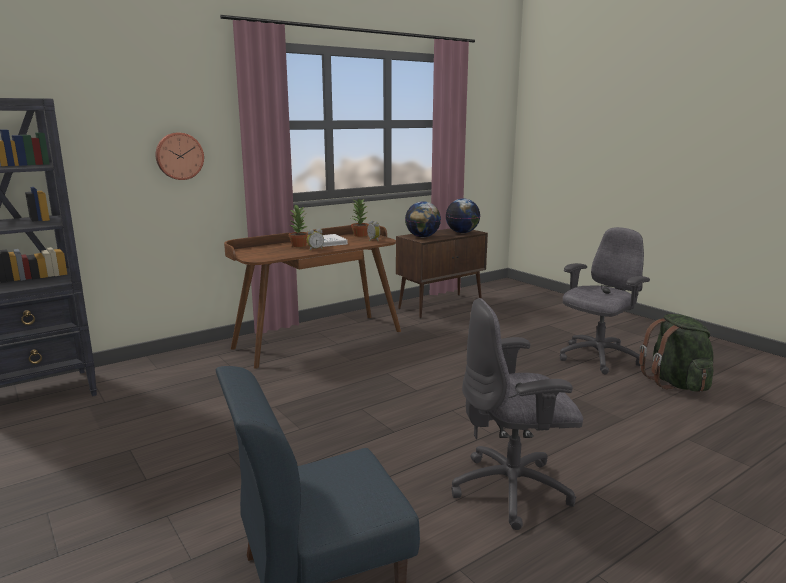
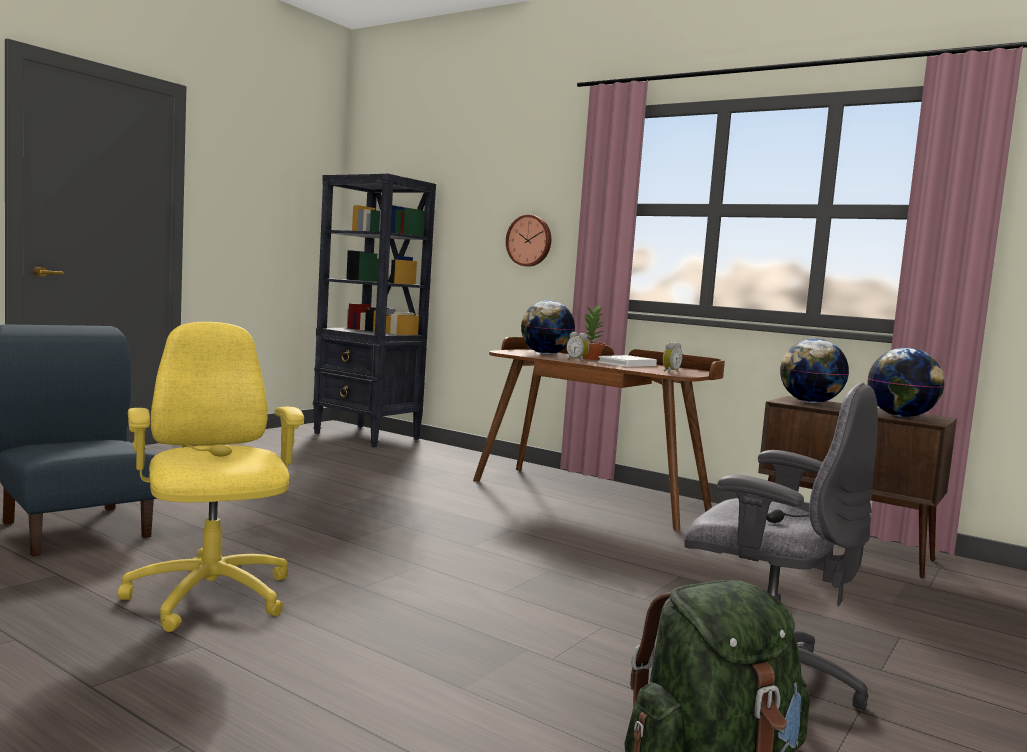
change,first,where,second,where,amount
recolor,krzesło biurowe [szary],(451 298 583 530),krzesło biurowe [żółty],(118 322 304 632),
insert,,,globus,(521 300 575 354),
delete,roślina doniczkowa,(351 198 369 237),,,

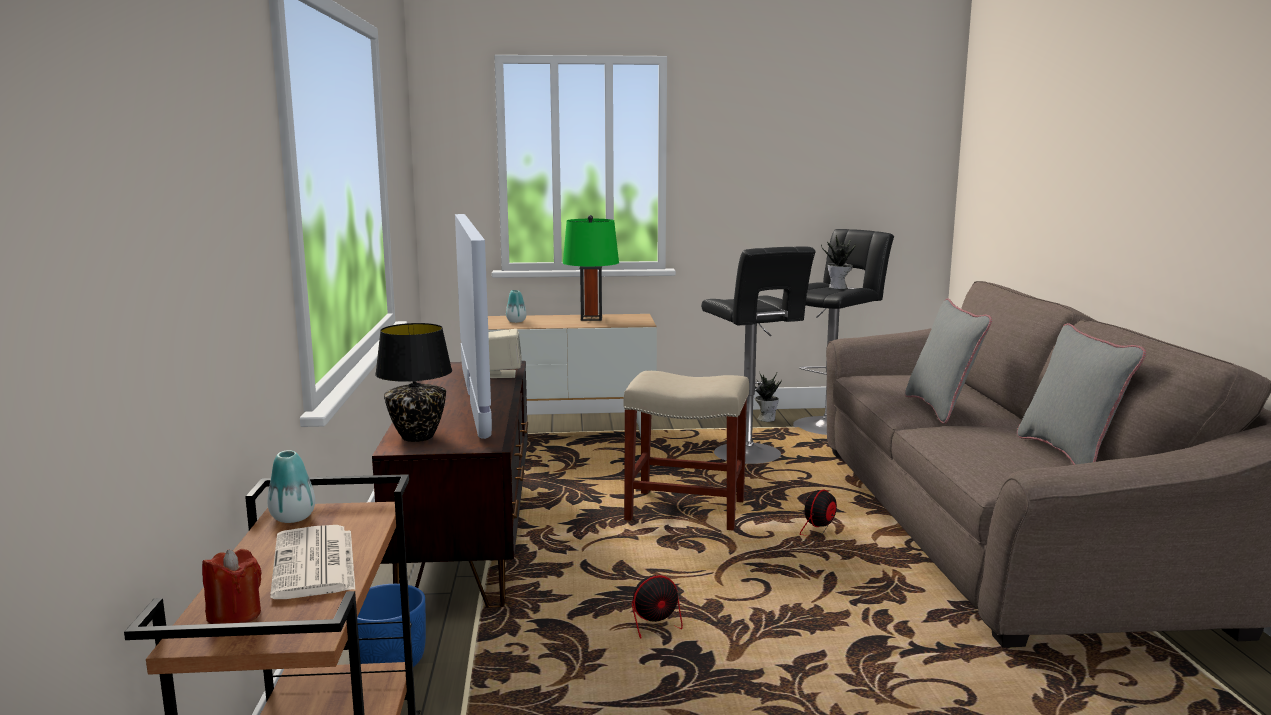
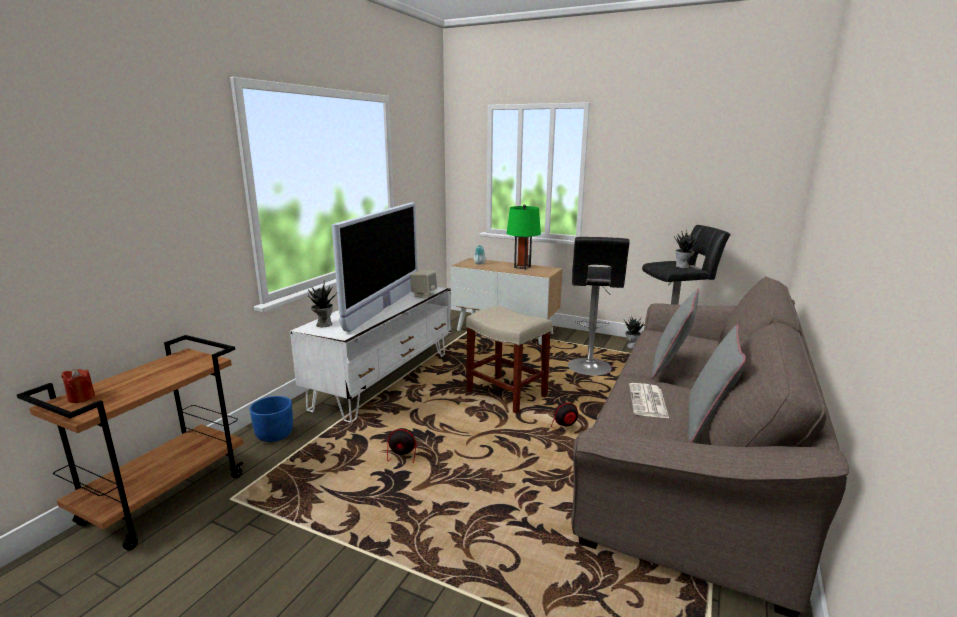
change,first,where,second,where,amount
recolor,szafka pod telewizor [brązowy],(372 361 528 608),szafka pod telewizor [biały],(290 287 451 423),
replace,lampa stołowa [czarny],(375 323 452 442),roślina doniczkowa,(308 281 337 327),
move,gazeta,(270 525 355 599),,(629 383 669 418),
delete,wazon,(267 450 315 523),,,

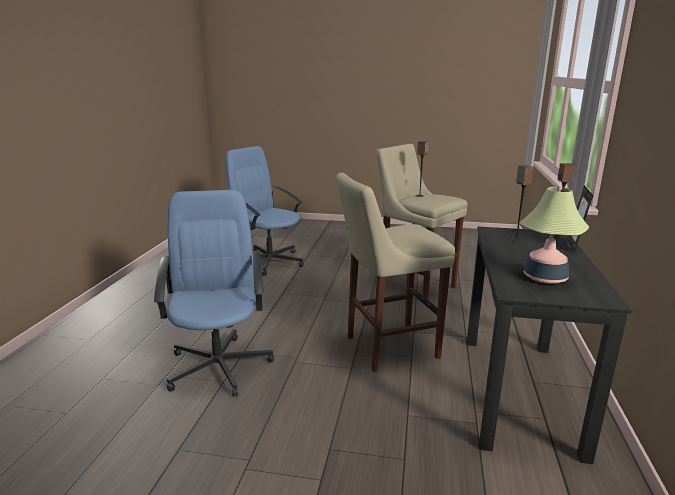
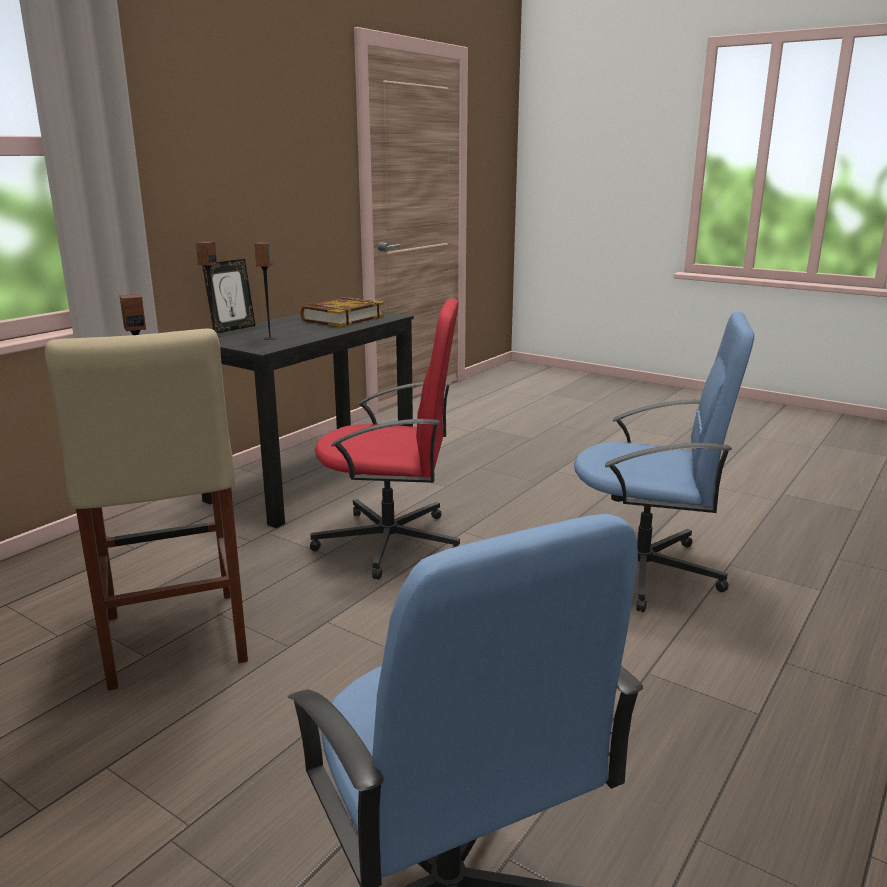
change,first,where,second,where,amount
replace,lampa stołowa,(519 186 589 284),książka,(300 297 385 327),
replace,stołek [beżowy],(336 173 455 372),krzesło biurowe [czerwony],(310 298 460 580),
rotate,krzesło biurowe [niebieski],(154 190 274 396),,(574 312 754 612),90 degrees counterclockwise

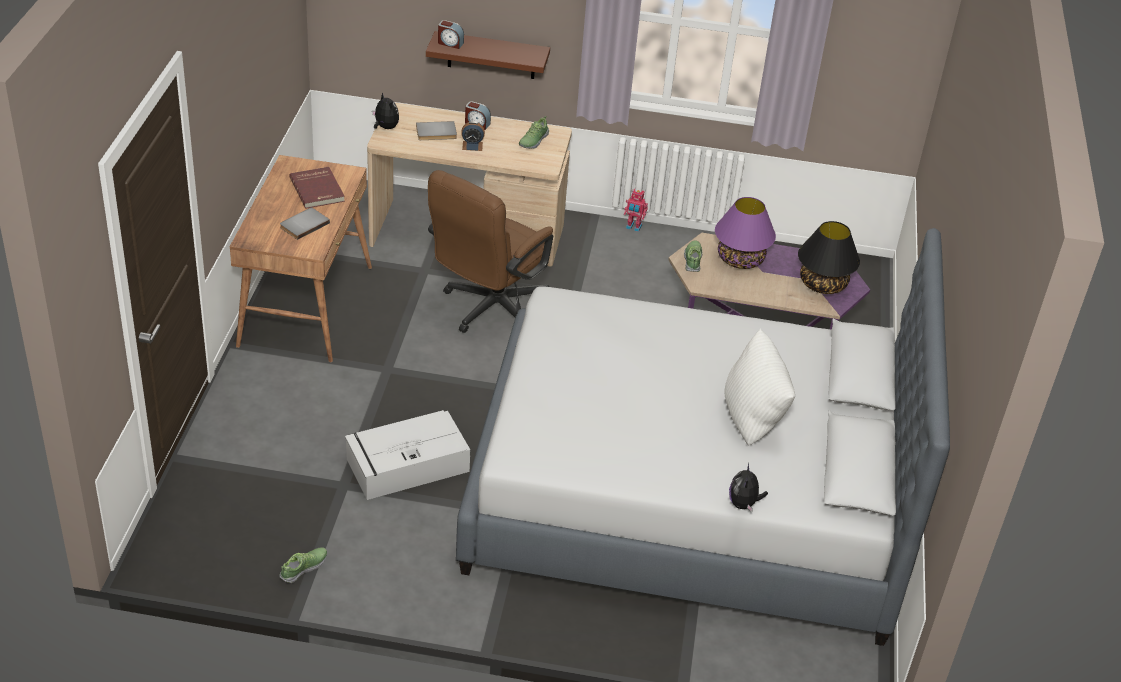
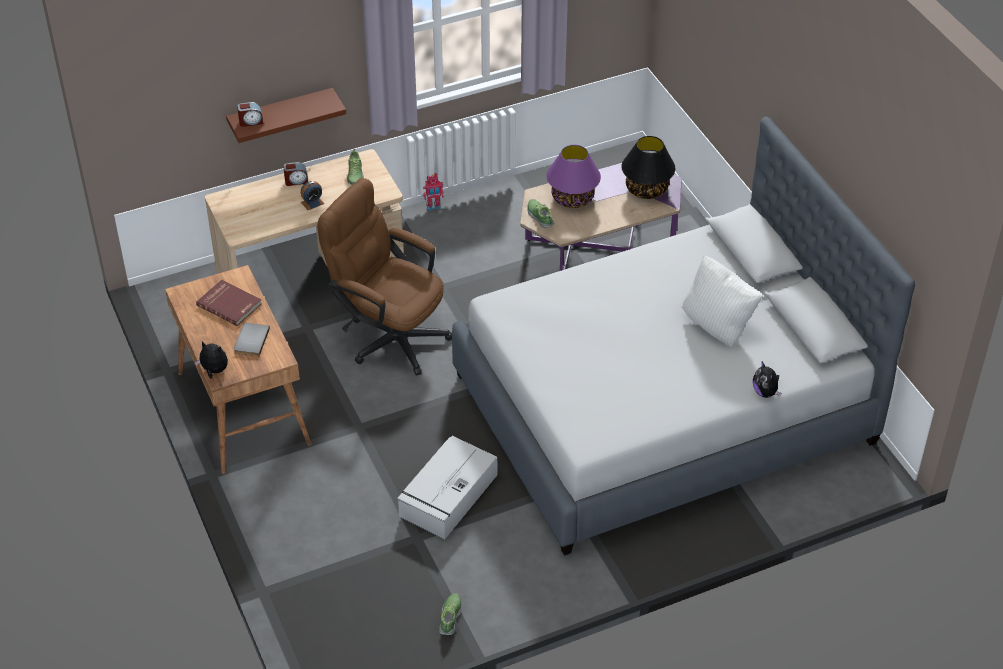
change,first,where,second,where,amount
move,pluszak,(372 92 399 129),,(195 341 228 379),
rotate,krzesło biurowe [brązowy],(428 170 553 333),,(317 178 452 376),120 degrees clockwise
delete,książka [szary],(416 121 457 140),,,

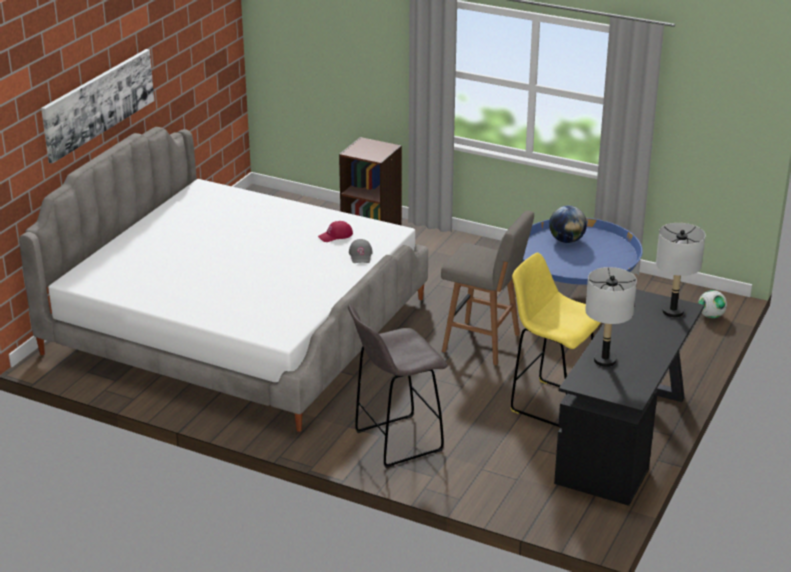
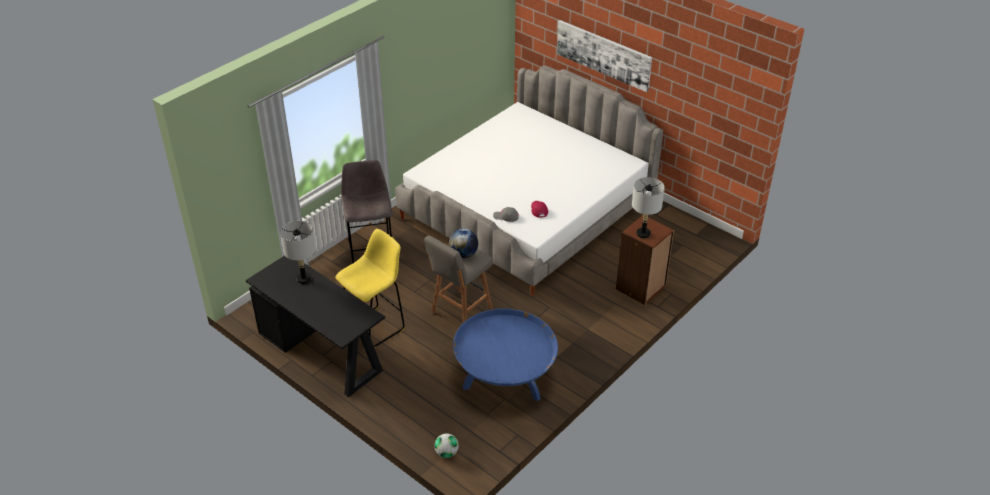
change,first,where,second,where,amount
move,globus,(549 206 587 243),,(449 228 478 258),
move,lampa stołowa [szary],(656 223 706 318),,(632 177 665 238),

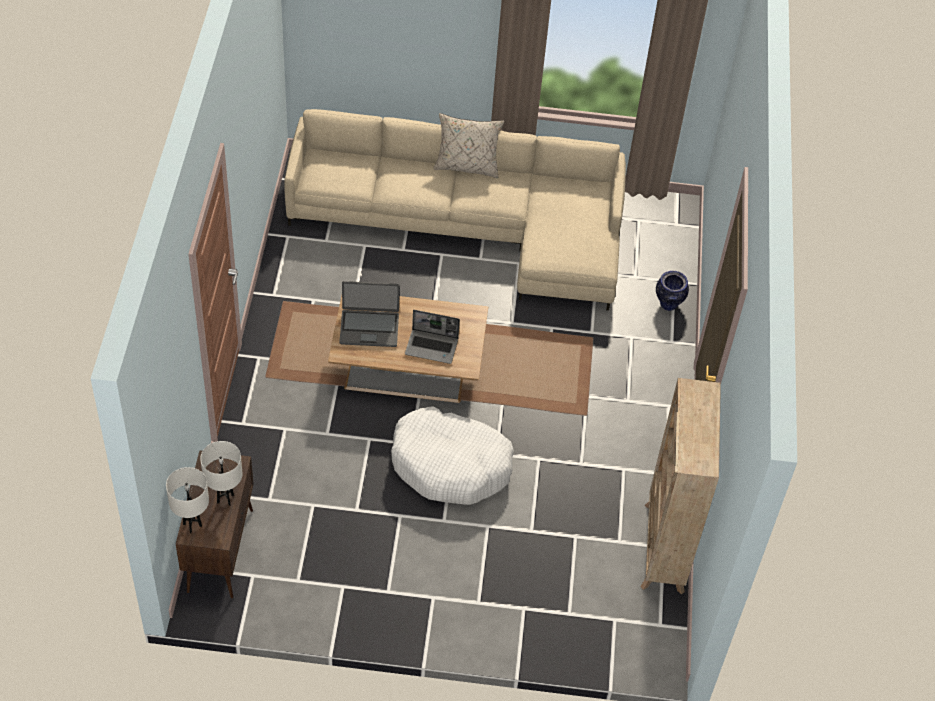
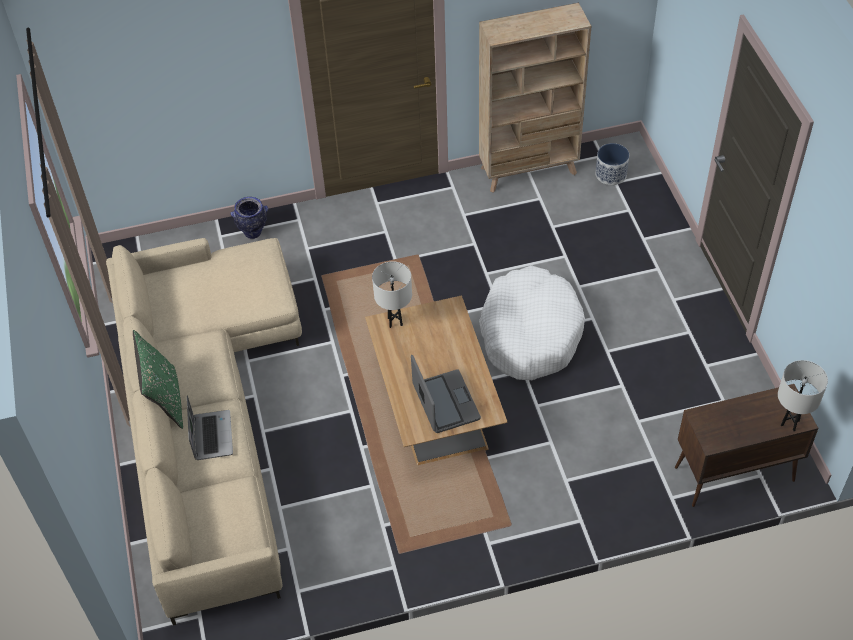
change,first,where,second,where,amount
recolor,poduszka [beżowy],(433 113 504 178),poduszka [zielony],(133 330 183 429),
move,laptop,(405 310 460 364),,(187 395 233 460),
move,lampa stołowa [biały],(200 441 243 506),,(372 261 412 328),
insert,,,donica,(595 143 629 185),

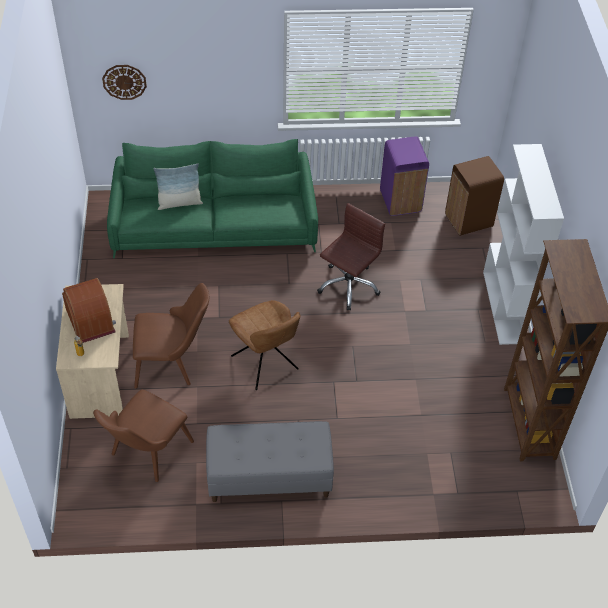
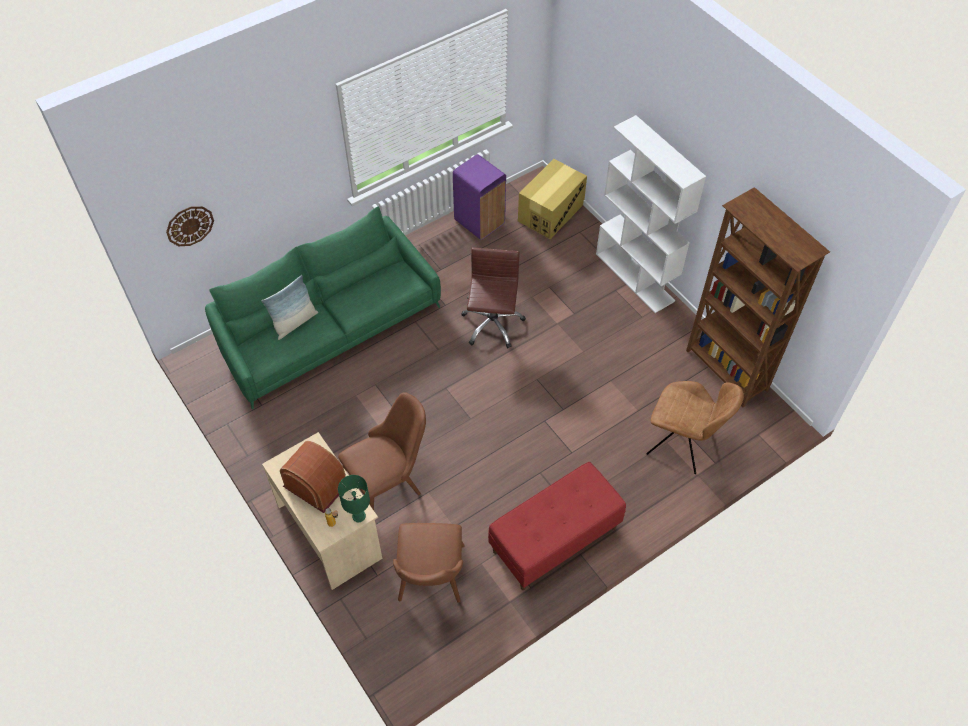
change,first,where,second,where,amount
insert,,,lampa stołowa [zielony],(338 475 370 522),
recolor,ławka [szary],(206 421 334 502),ławka [czerwony],(488 462 626 590),
replace,kosz na śmieci [brązowy],(445 156 504 236),karton,(518 159 587 239),
move,krzesło [brązowy],(229 300 300 390),,(646 381 744 474),

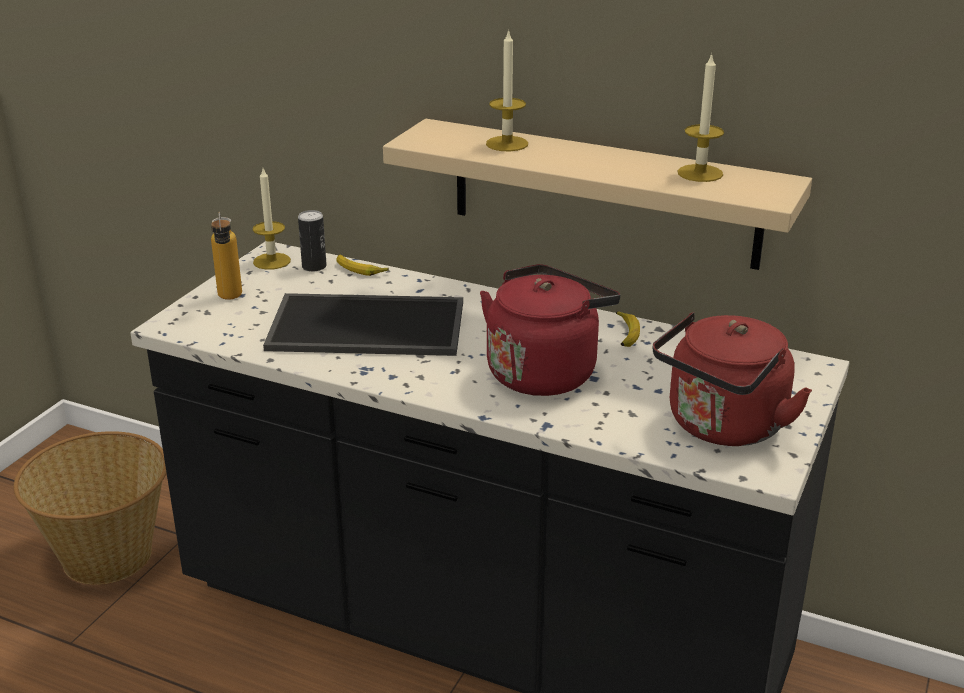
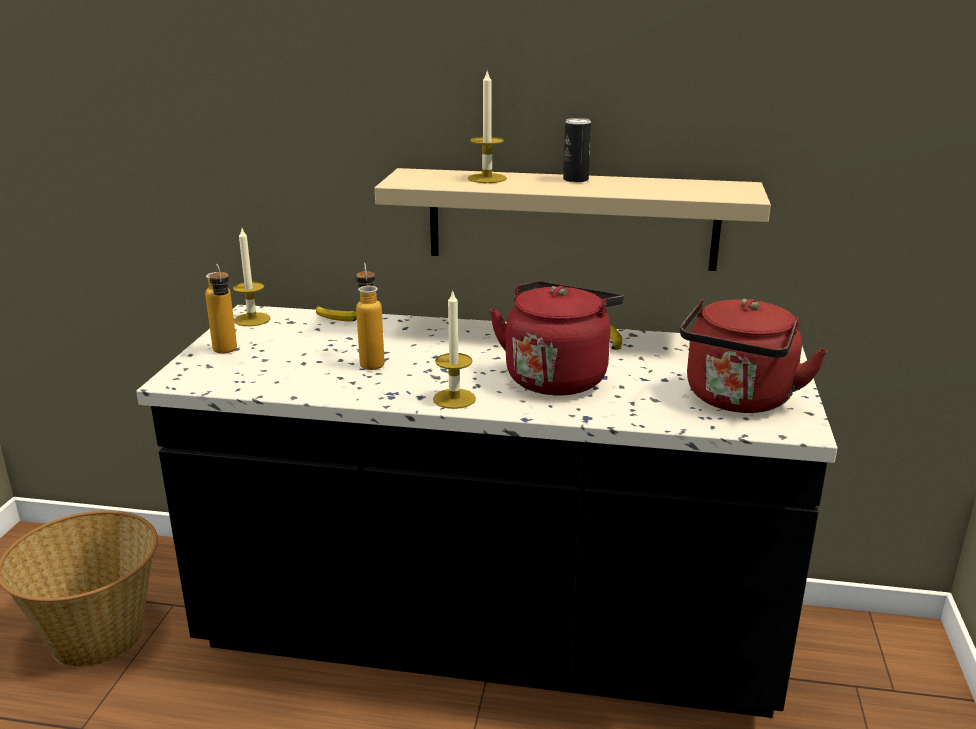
change,first,where,second,where,amount
replace,taca,(263 293 463 356),butelka,(356 263 385 370),
move,świeca,(678 53 724 182),,(433 289 476 409),
move,puszka,(298 210 327 271),,(563 118 591 182),

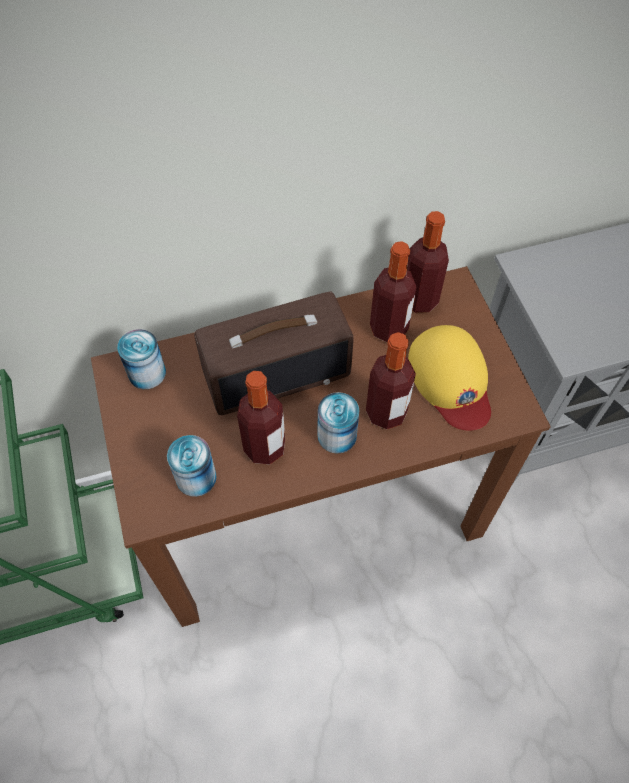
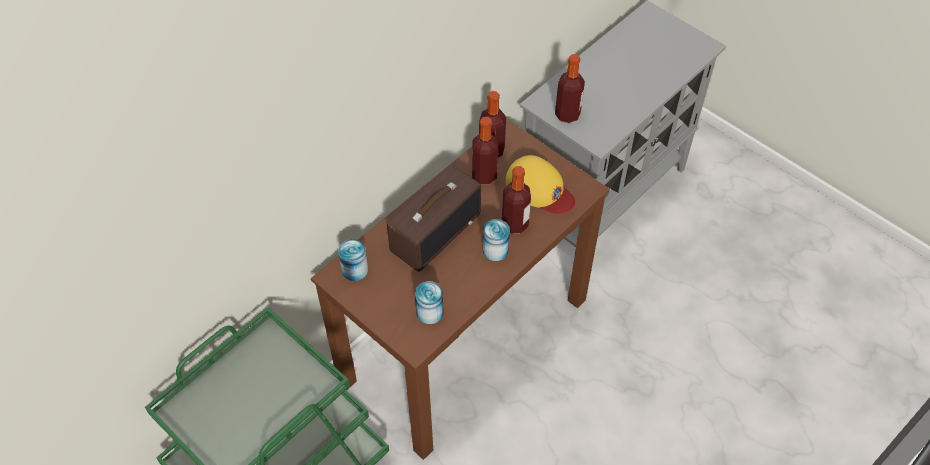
change,first,where,second,where,amount
move,butelka,(237 371 285 464),,(555 54 585 123),

